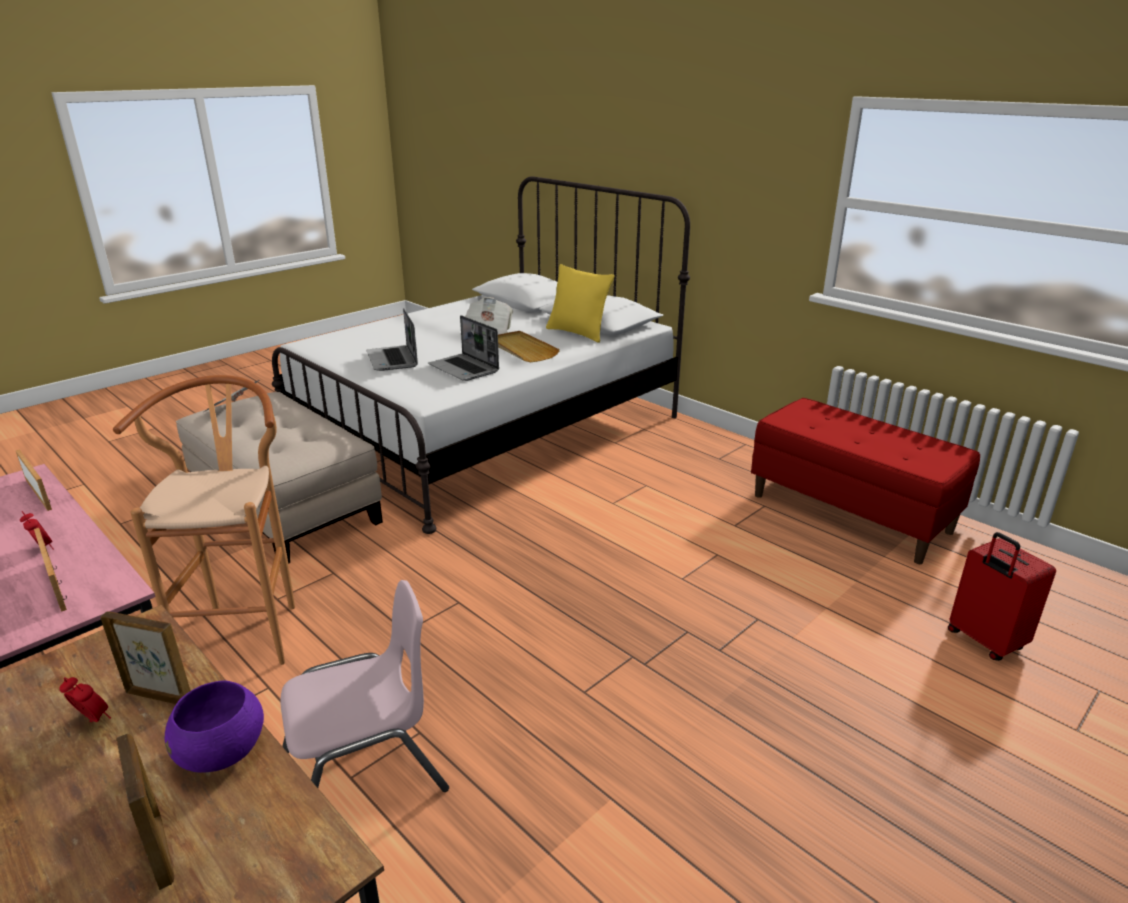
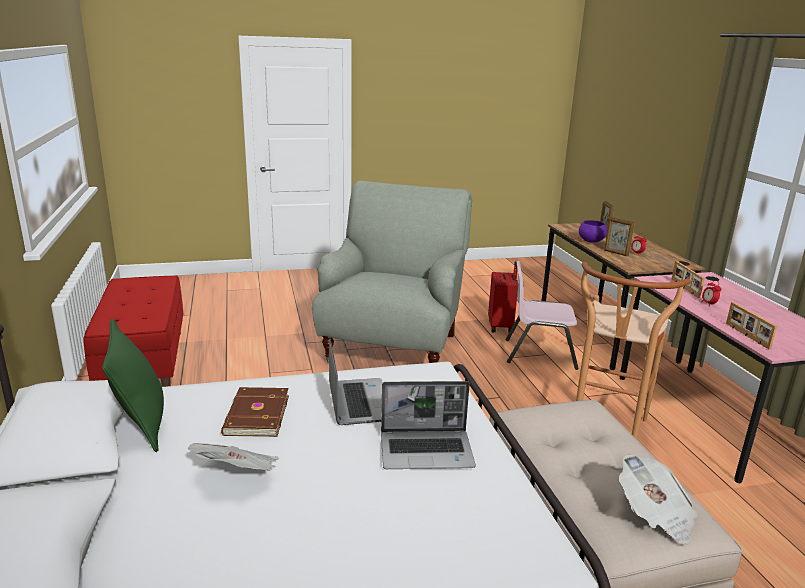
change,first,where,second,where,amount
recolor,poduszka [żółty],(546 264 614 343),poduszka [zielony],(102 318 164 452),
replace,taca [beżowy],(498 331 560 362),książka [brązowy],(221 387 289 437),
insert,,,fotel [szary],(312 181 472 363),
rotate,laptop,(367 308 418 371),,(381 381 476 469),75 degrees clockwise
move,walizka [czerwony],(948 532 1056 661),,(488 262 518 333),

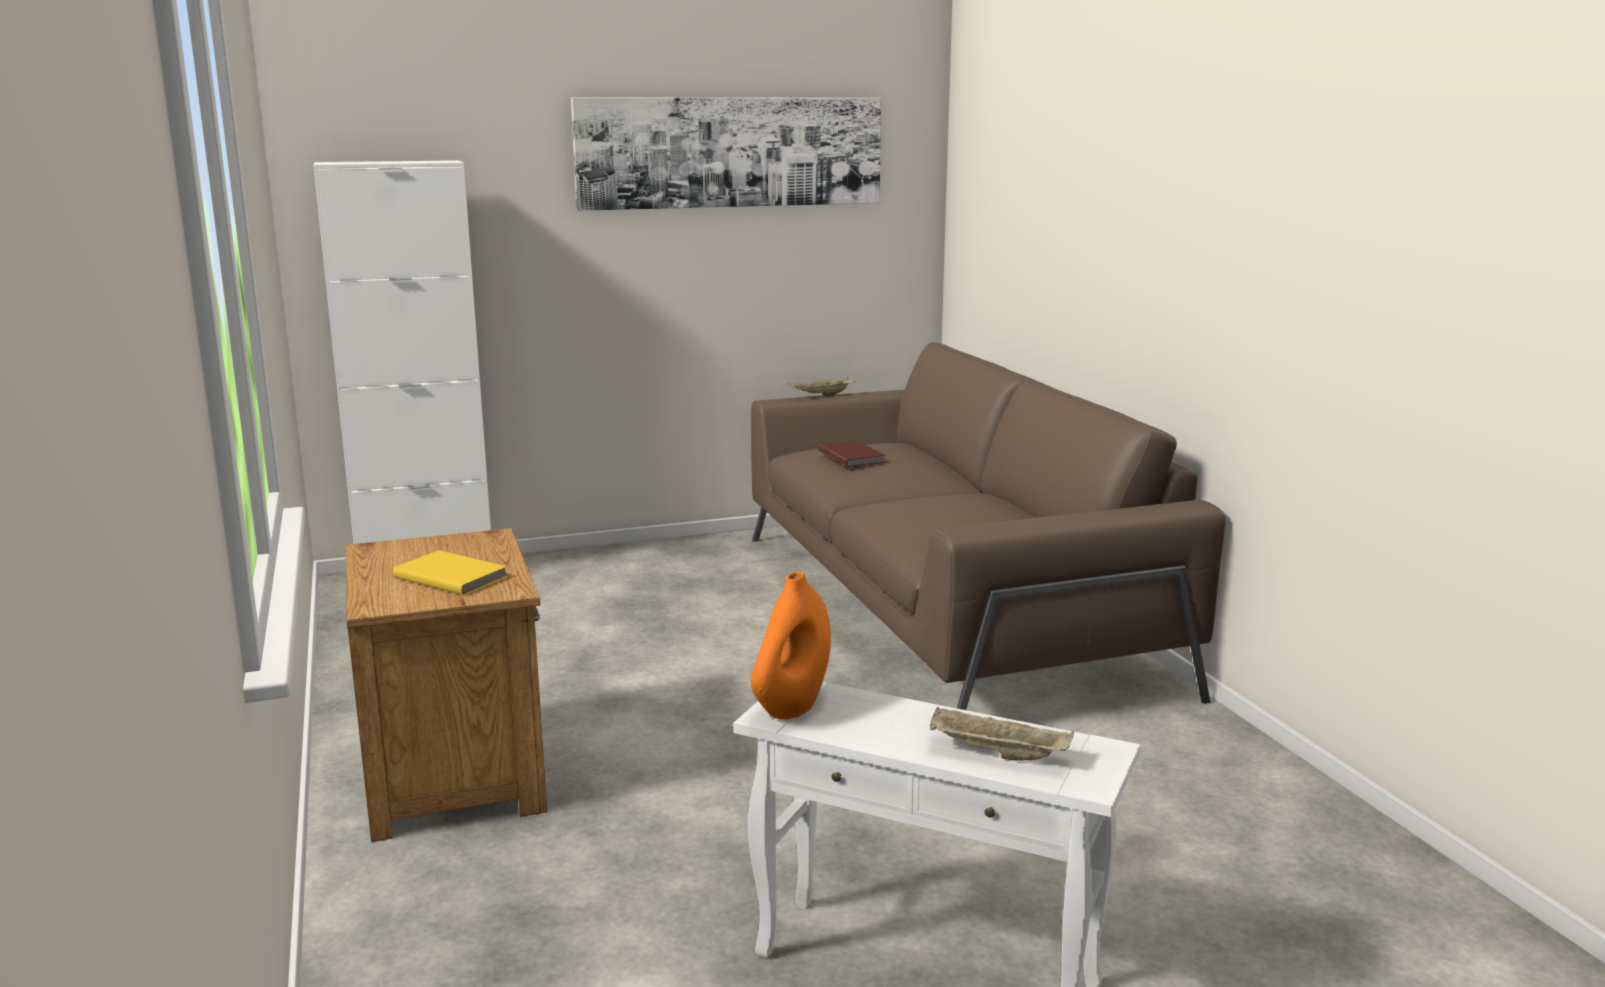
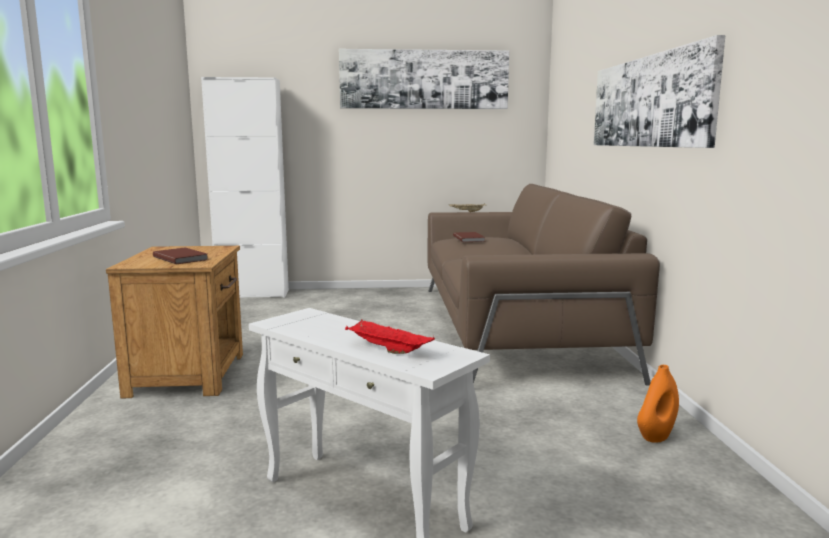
change,first,where,second,where,amount
recolor,książka [żółty],(393 550 508 595),książka [brązowy],(153 247 208 264),
recolor,taca [beżowy],(930 707 1074 761),taca [czerwony],(345 320 435 354),
insert,,,obraz,(594 35 725 148),
move,wazon [pomarańczowy],(751 572 831 719),,(637 365 679 443),

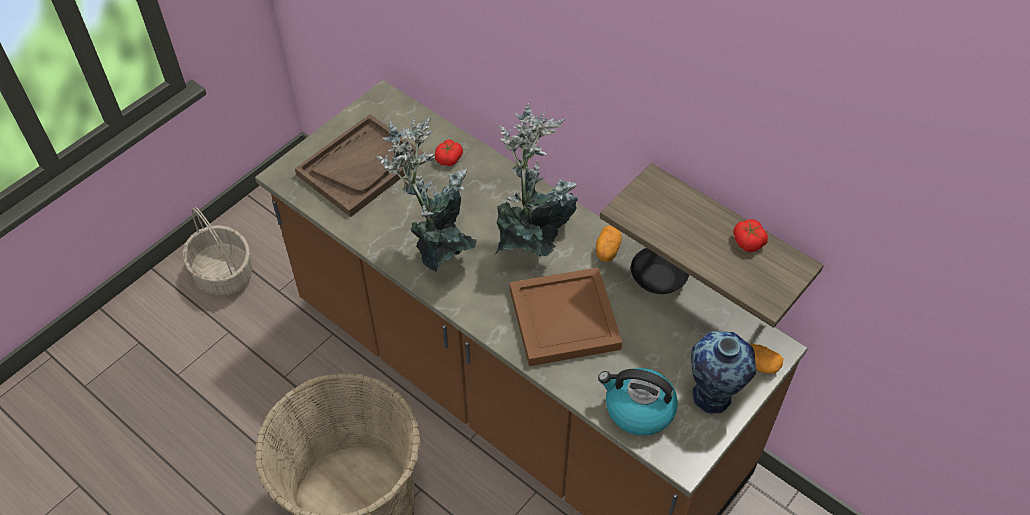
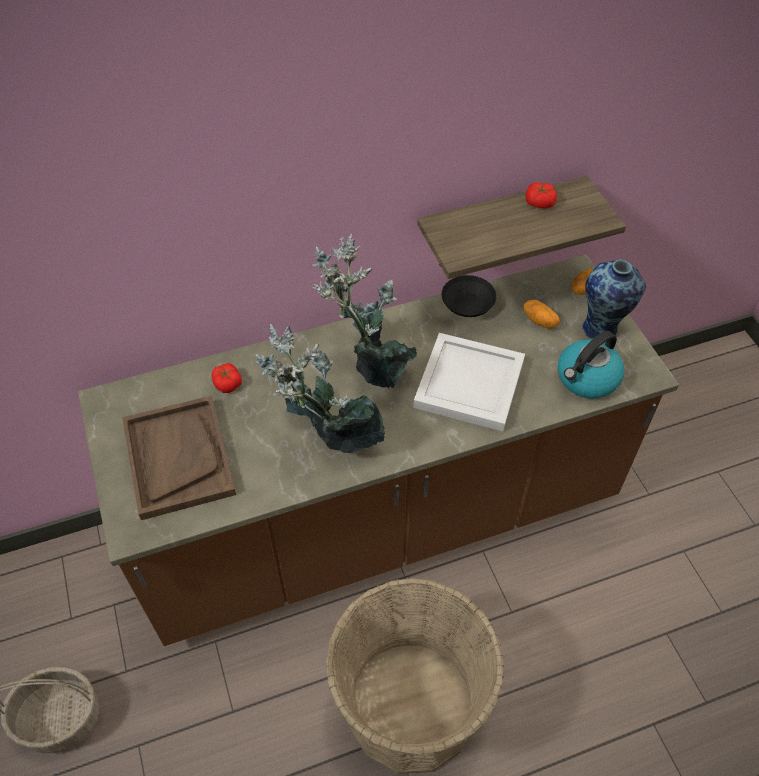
change,first,where,second,where,amount
recolor,taca [brązowy],(510 267 622 366),taca [biały],(413 333 525 431),
move,ziemniak,(596 225 622 262),,(523 299 560 329),

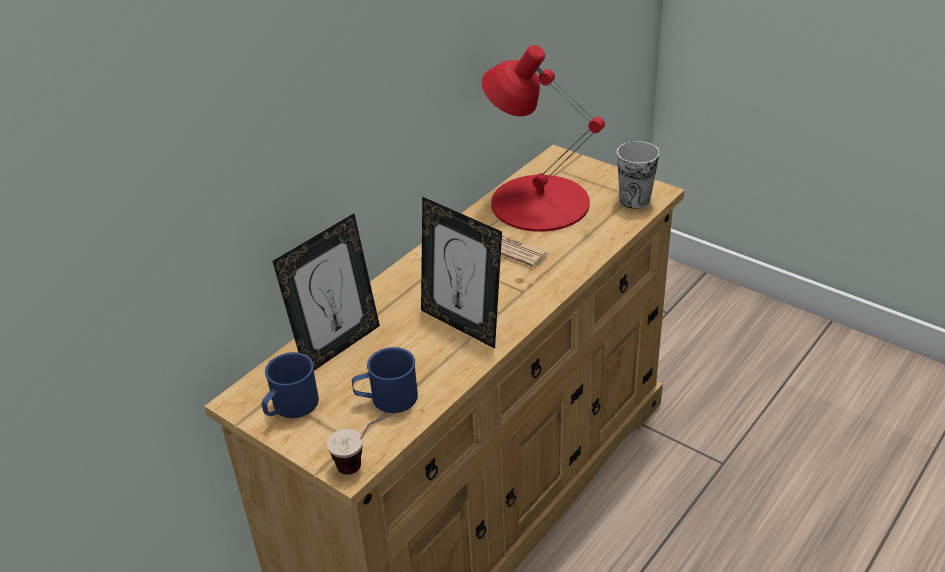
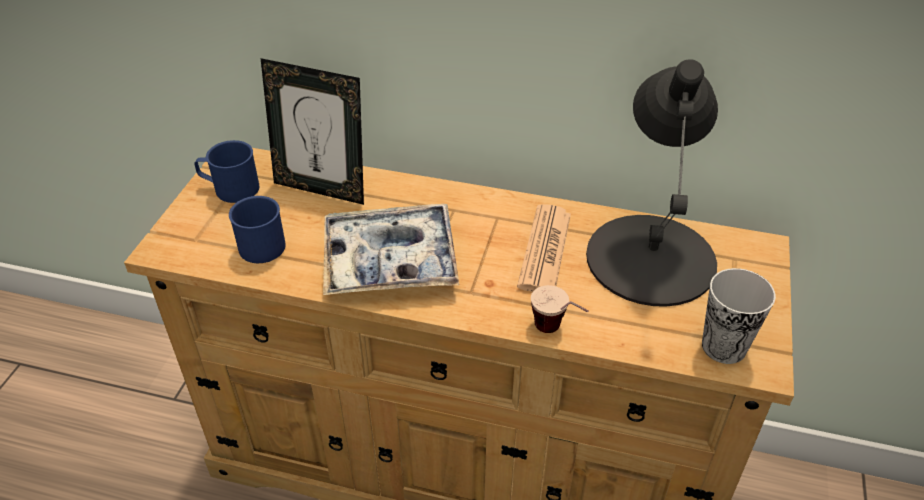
change,first,where,second,where,amount
replace,ramka na zdjęcie,(421 197 502 349),taca,(323 204 459 295),
move,filiżanka,(327 414 390 475),,(531 285 589 333),
recolor,lampa stołowa [czerwony],(482 45 605 232),lampa stołowa [czarny],(586 59 718 307),

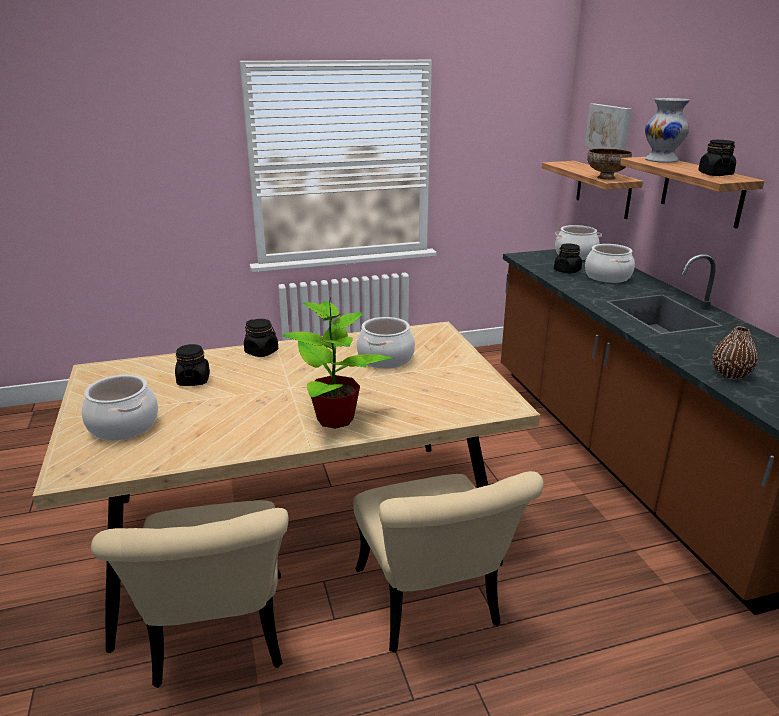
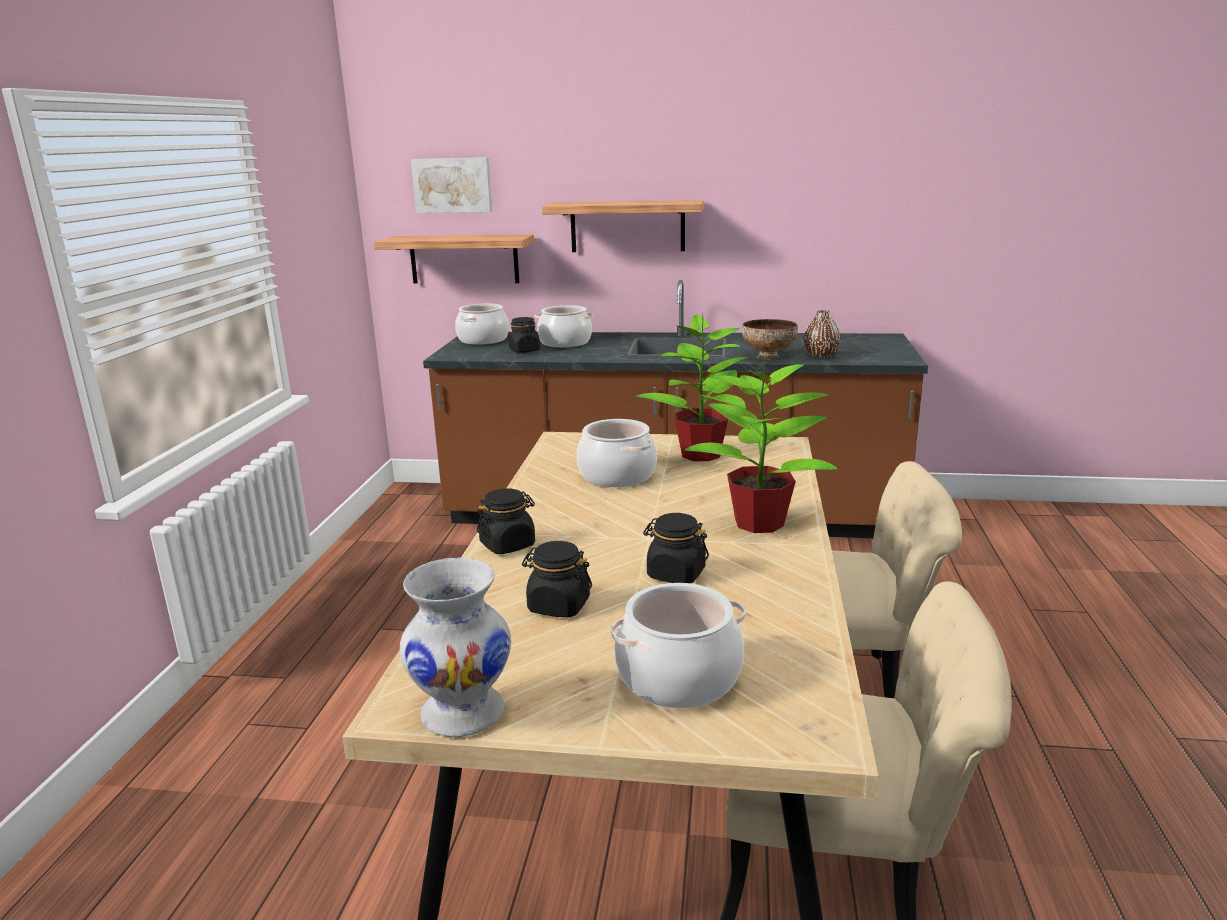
change,first,where,second,where,amount
move,wazon [biały],(645 98 690 163),,(400 557 511 737),
insert,,,roślina doniczkowa,(636 314 748 461),
move,słoik [czarny],(698 140 736 176),,(643 513 709 583),
move,miska,(587 149 632 180),,(742 319 798 360),

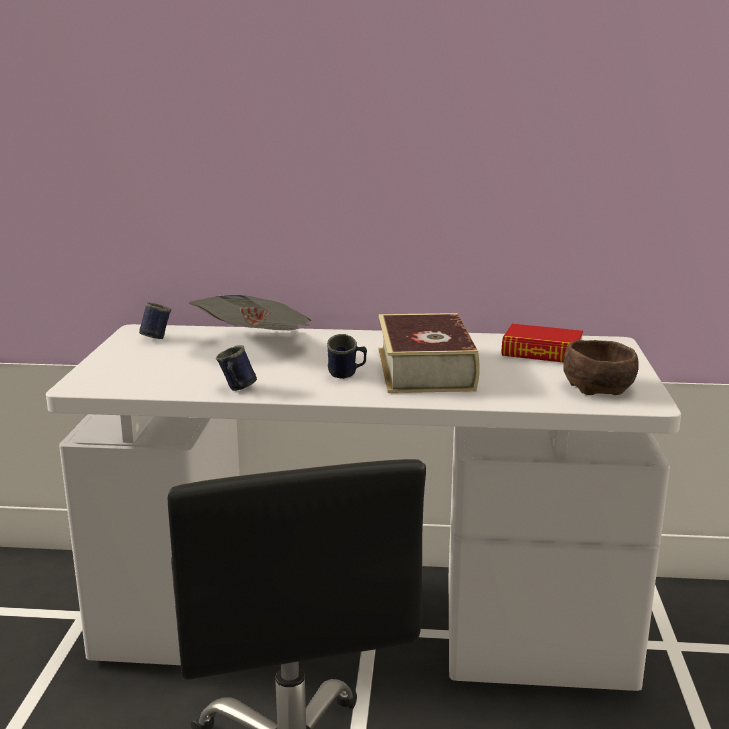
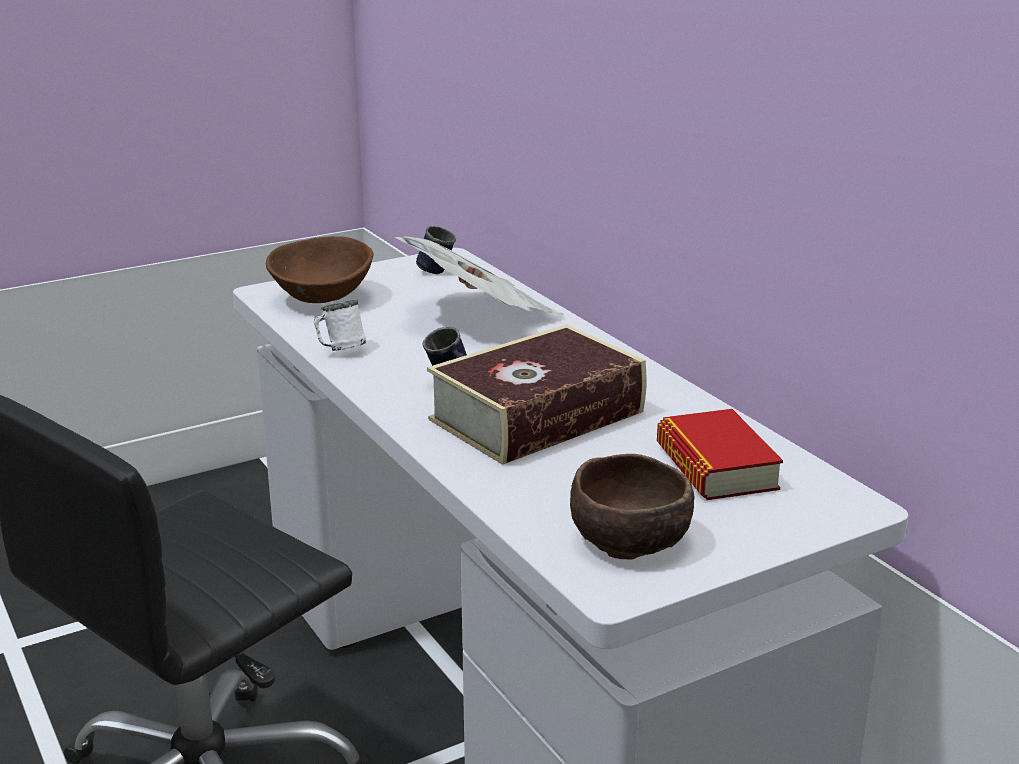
change,first,where,second,where,amount
insert,,,miska [brązowy],(266 236 373 303),
recolor,kubek [niebieski],(216 345 257 391),kubek [biały],(314 299 366 351),

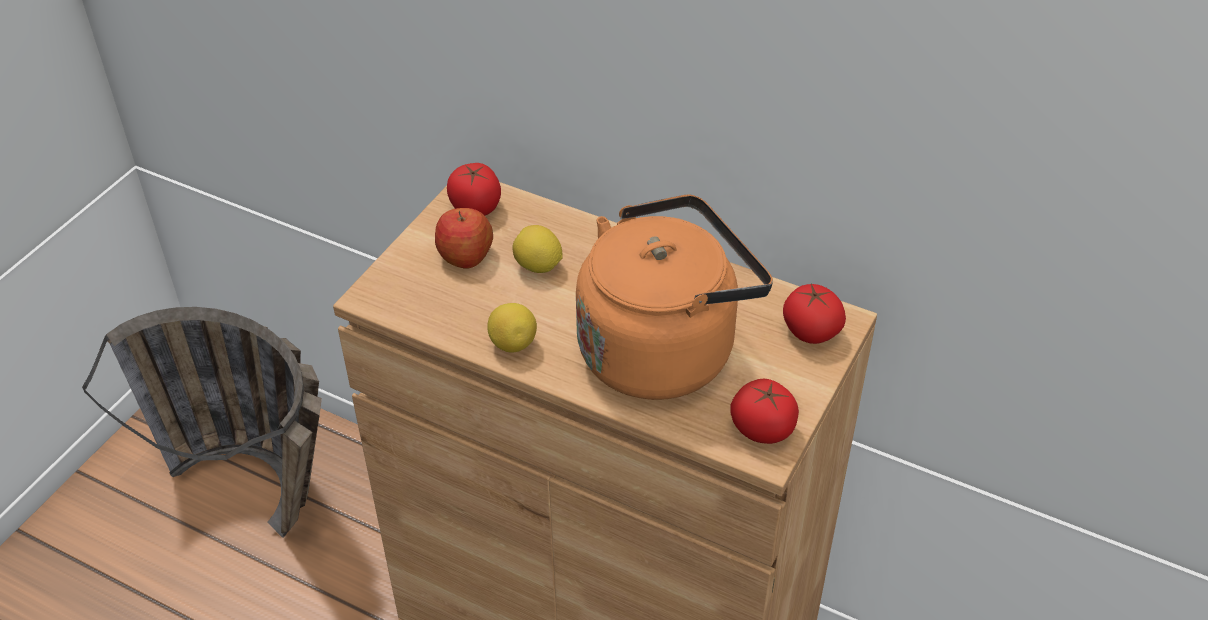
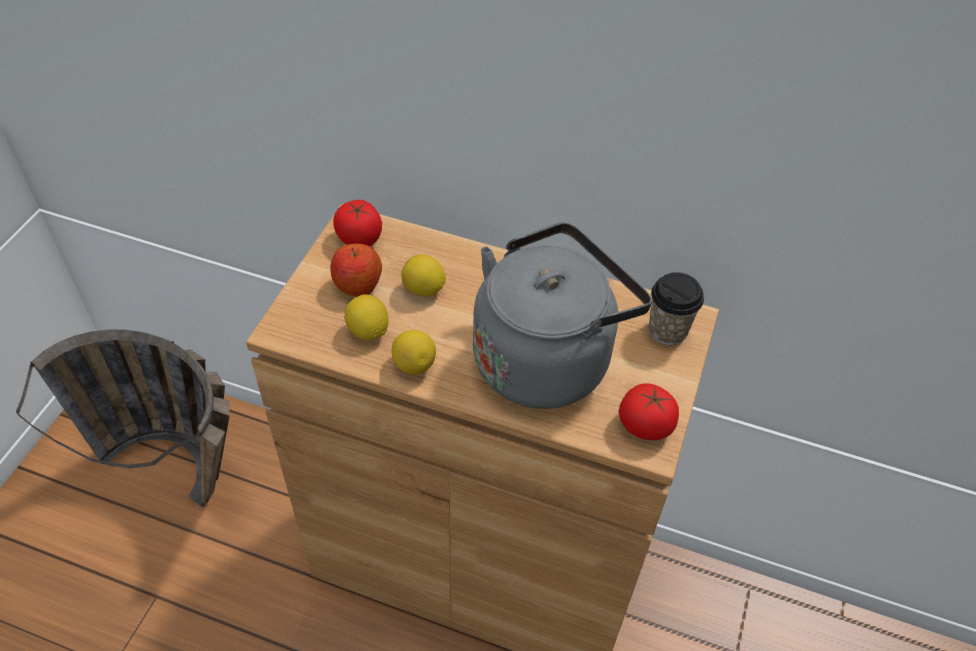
change,first,where,second,where,amount
insert,,,cytryna,(345 294 389 340),
recolor,czajnik [pomarańczowy],(576 194 773 400),czajnik [szary],(473 222 652 409),
replace,pomidor,(783 283 846 344),filiżanka,(649 272 704 345),

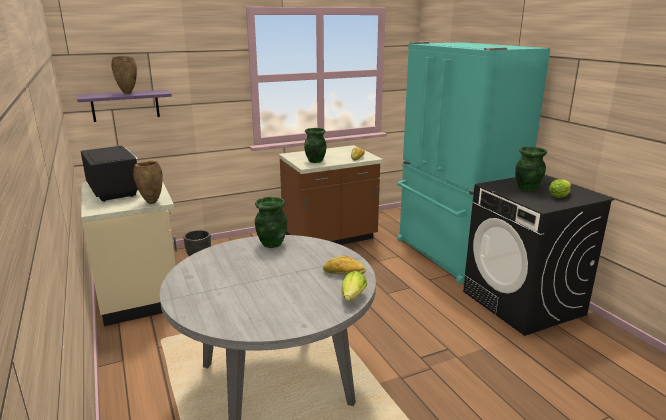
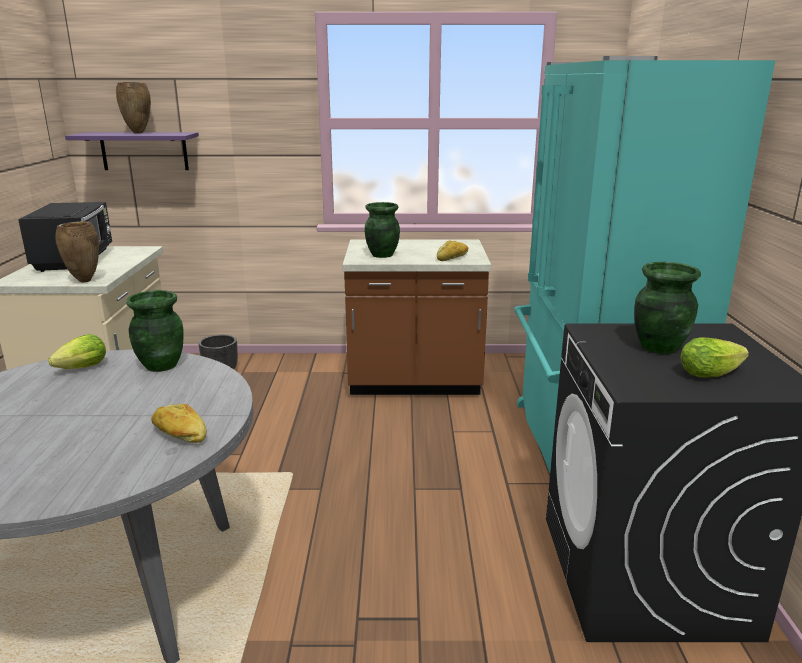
change,first,where,second,where,amount
move,sałata,(342 271 367 301),,(48 334 106 369),

